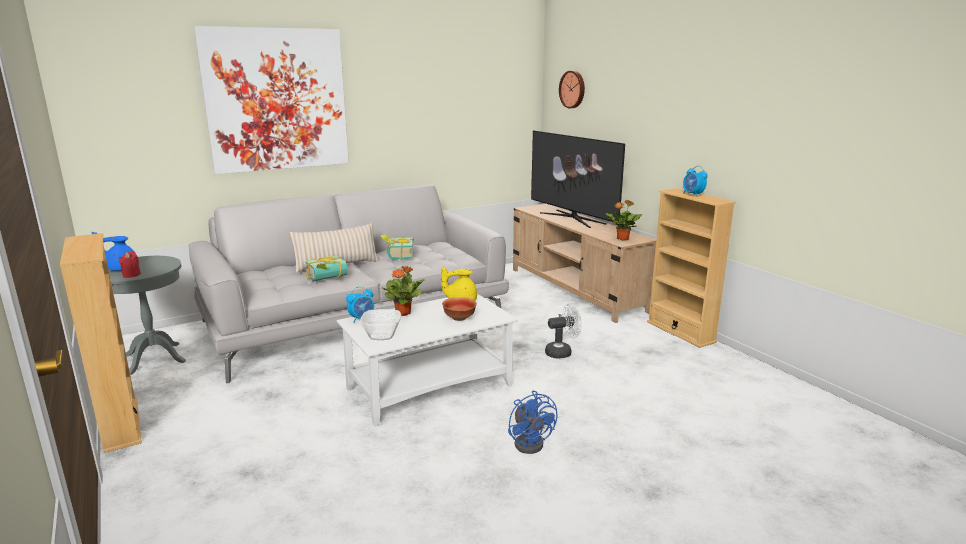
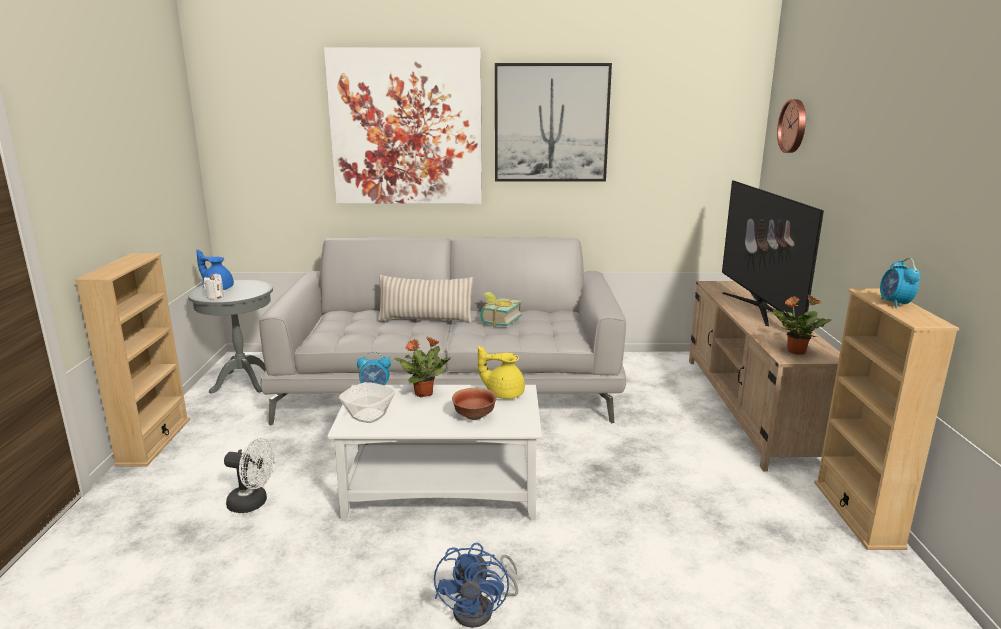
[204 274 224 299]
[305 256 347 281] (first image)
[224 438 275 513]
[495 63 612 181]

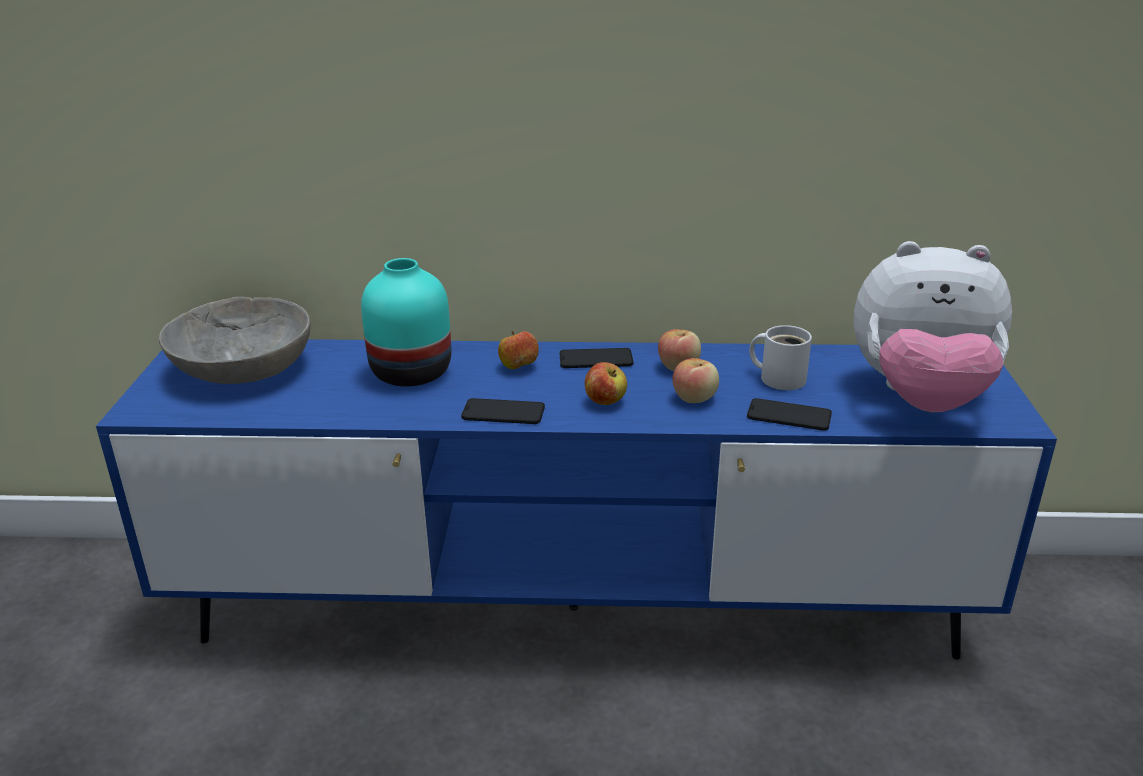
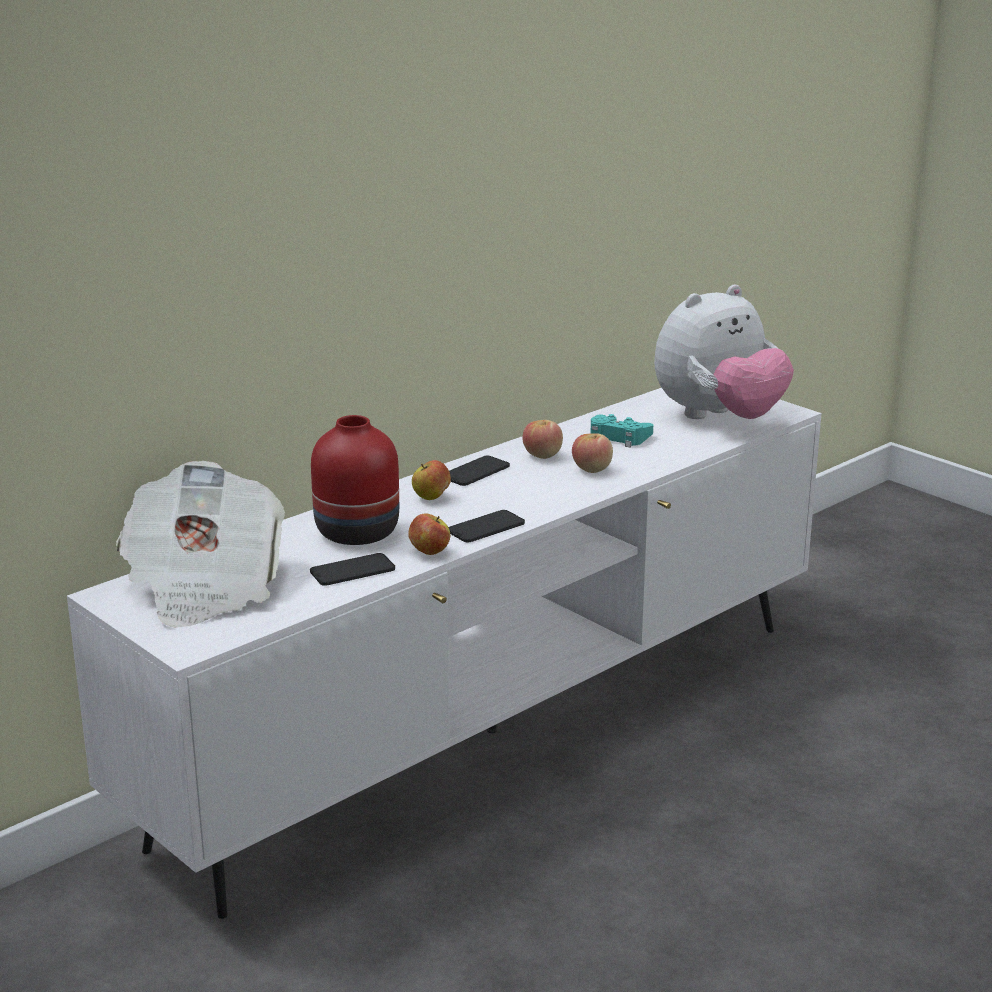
[67 388 821 919]
[116 461 285 628]
[311 415 399 545]
[408 514 450 555]
[310 553 395 586]
[590 414 653 448]

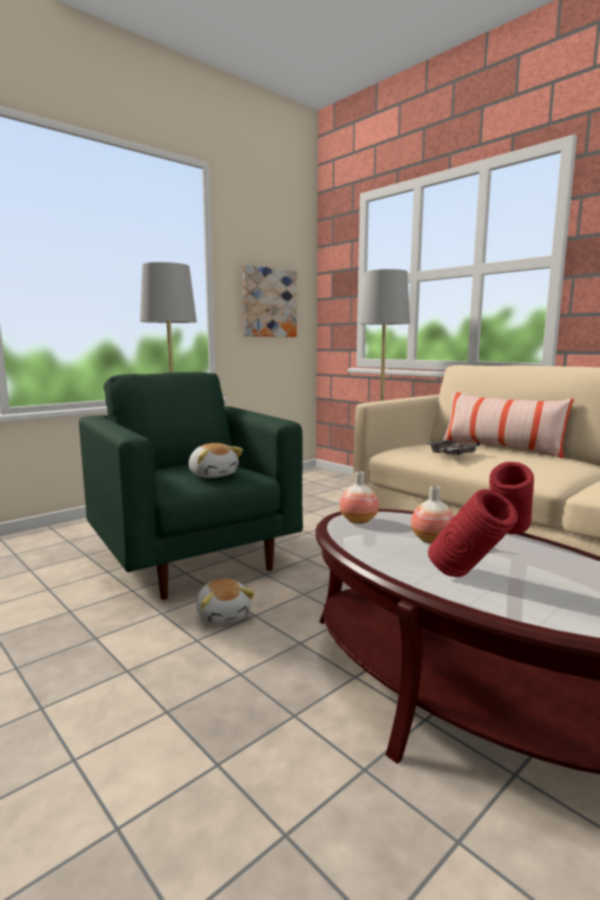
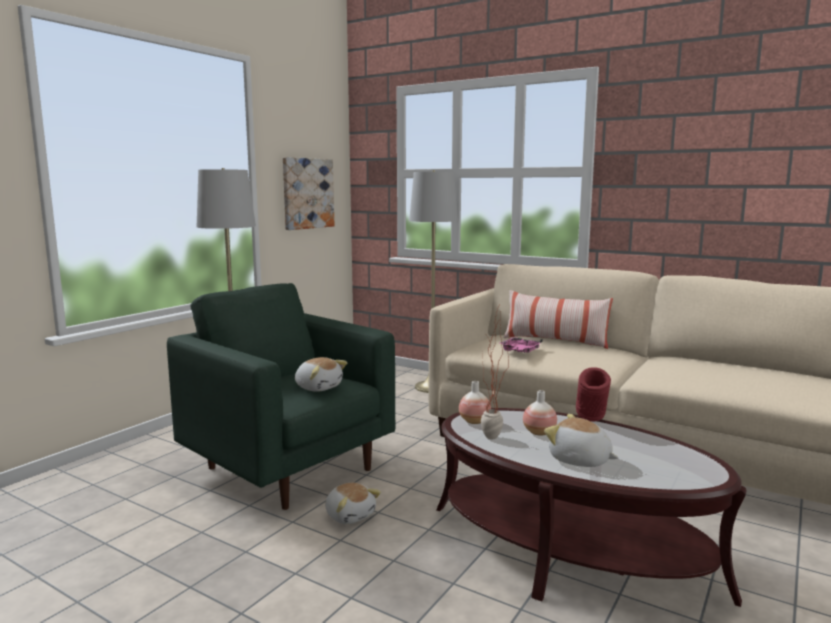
[500 337 543 353]
[544 414 618 467]
[481 309 510 440]

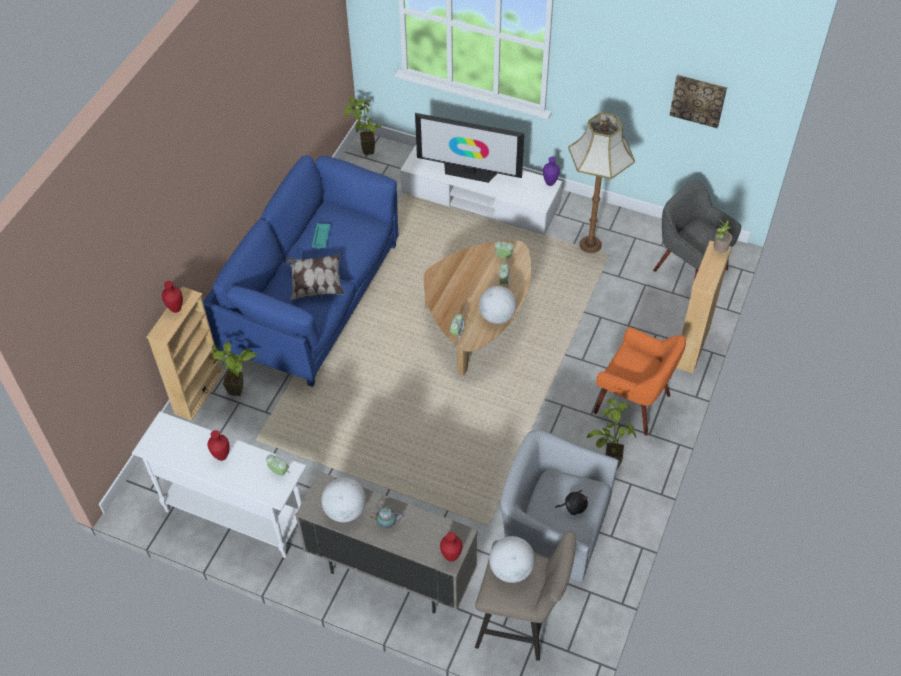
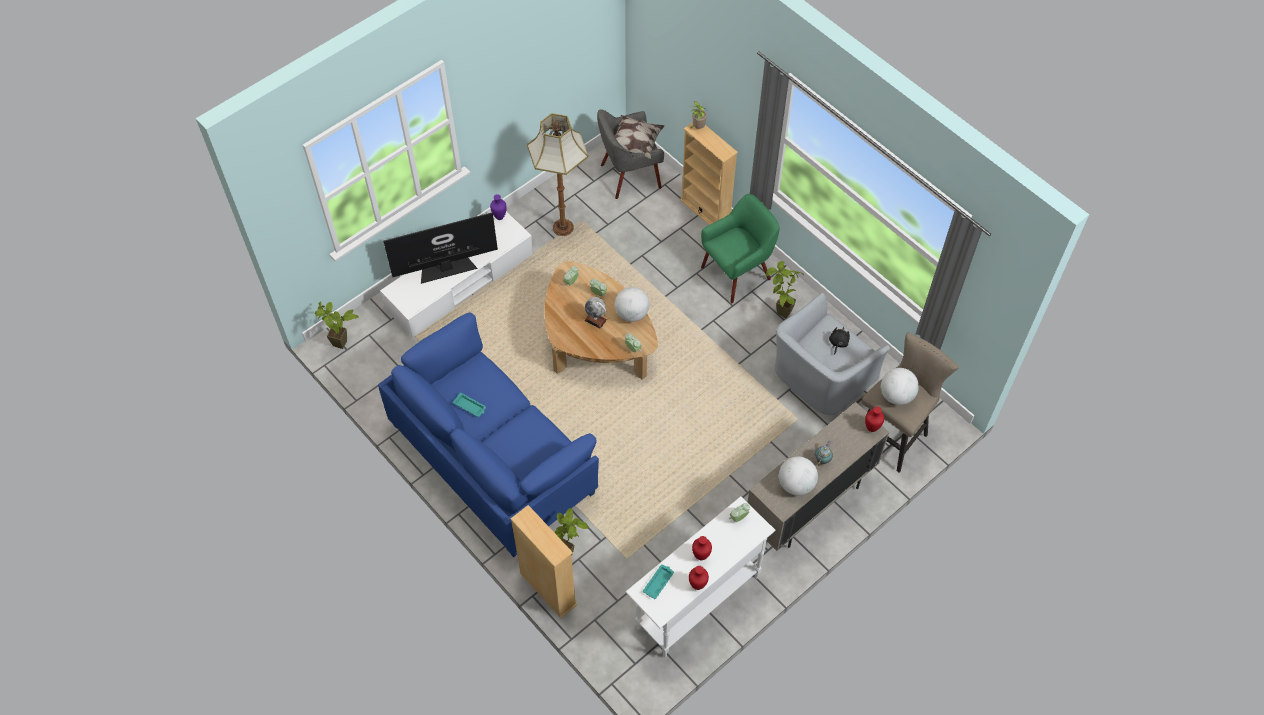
[689 566 709 590]
[605 115 665 159]
[383 212 498 284]
[701 194 779 303]
[669 75 727 128] (first image)
[584 297 607 329]
[643 564 674 599]

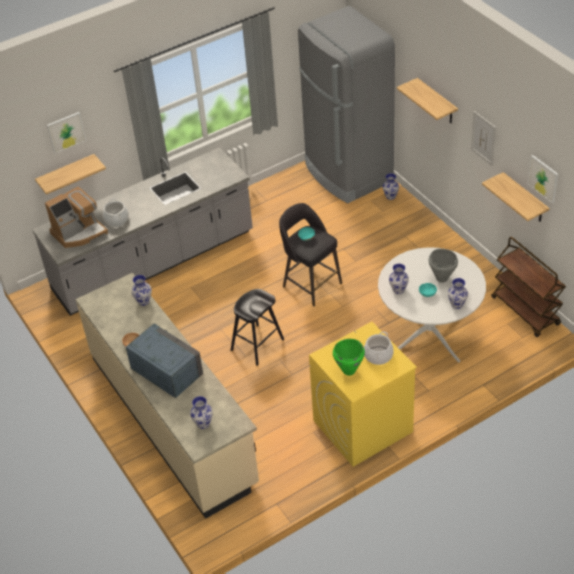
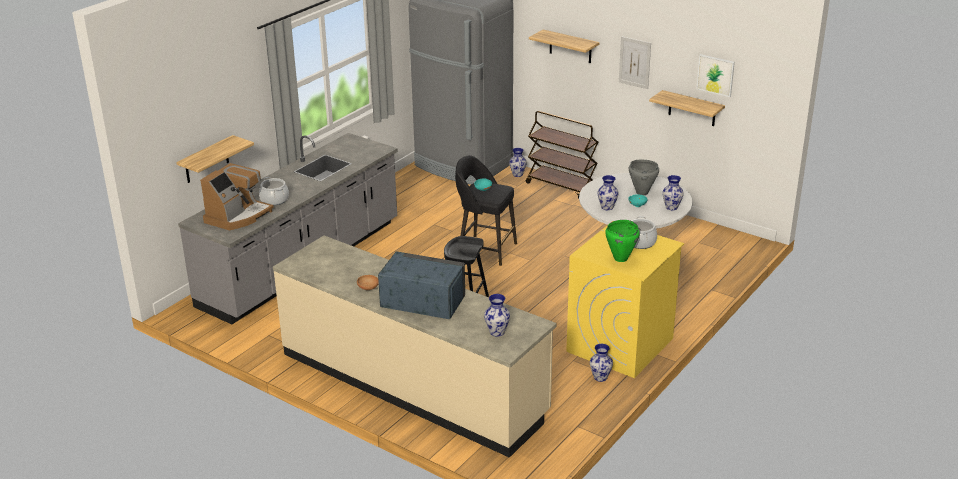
[47 112 86 154] (first image)
[590 344 613 382]
[526 111 598 199]

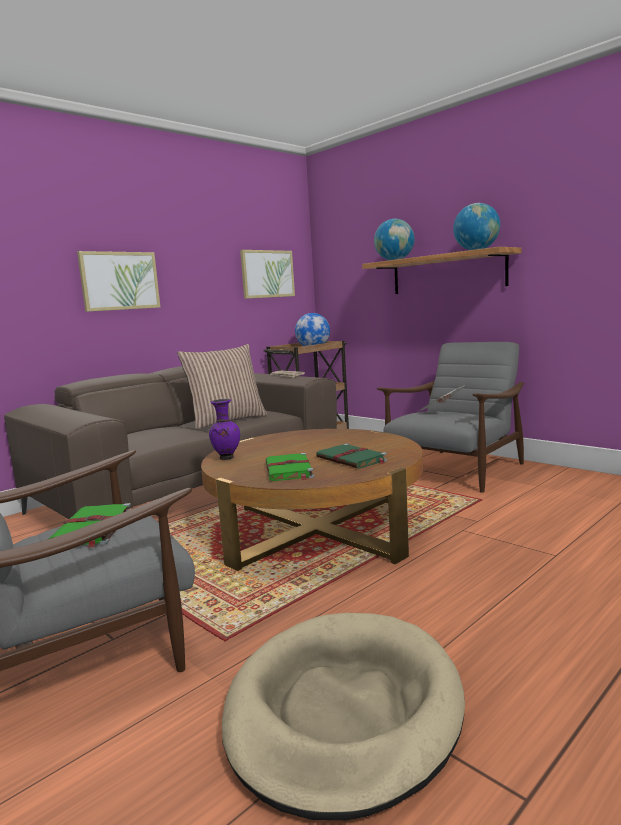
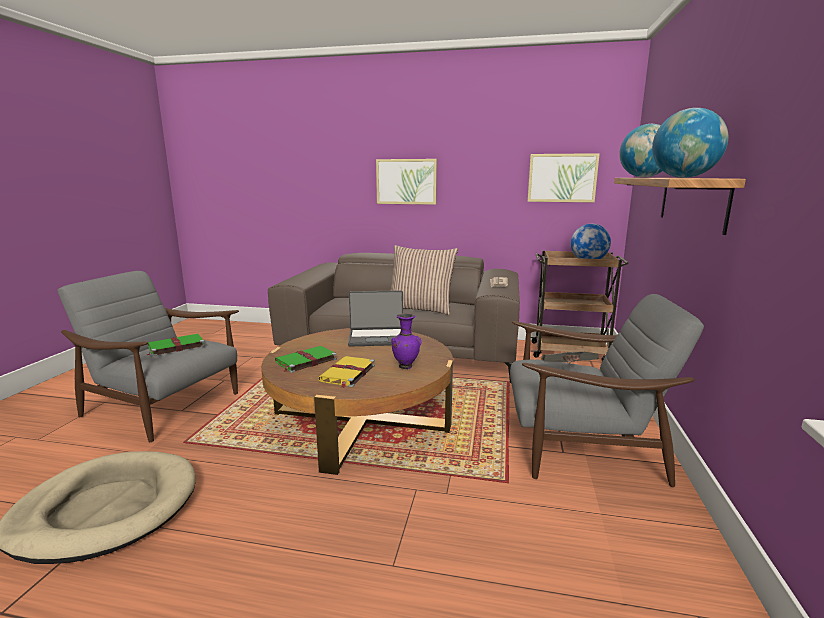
[391 313 421 369]
[318 356 375 388]
[348 290 403 347]

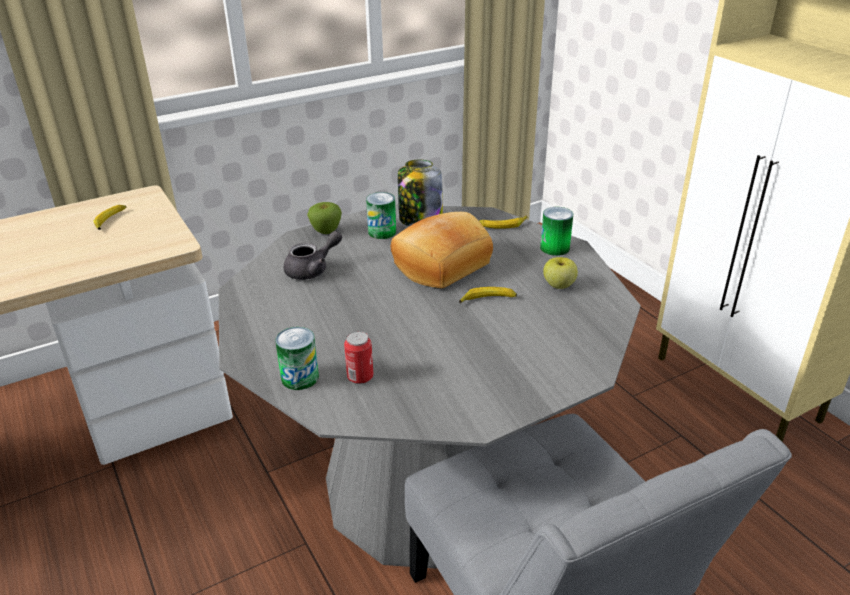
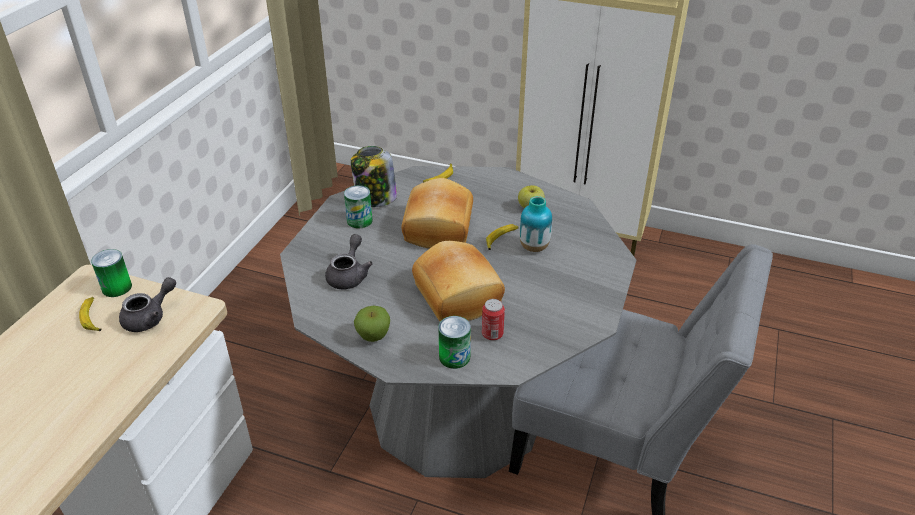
[354 305 390 342]
[91 249 132 297]
[119 277 176 332]
[412 241 505 322]
[520 196 552 252]

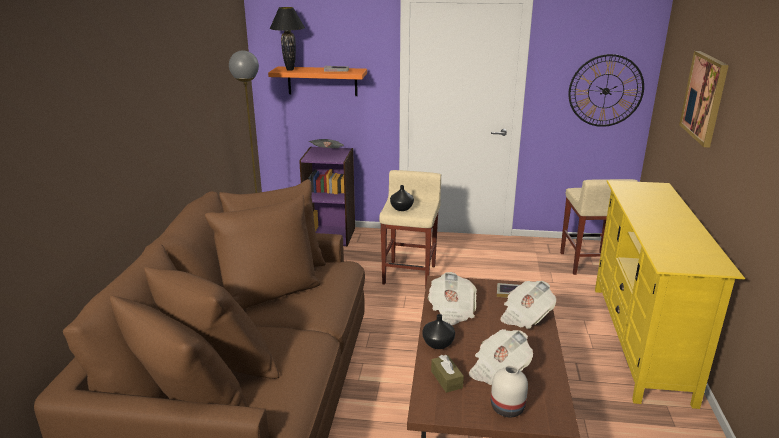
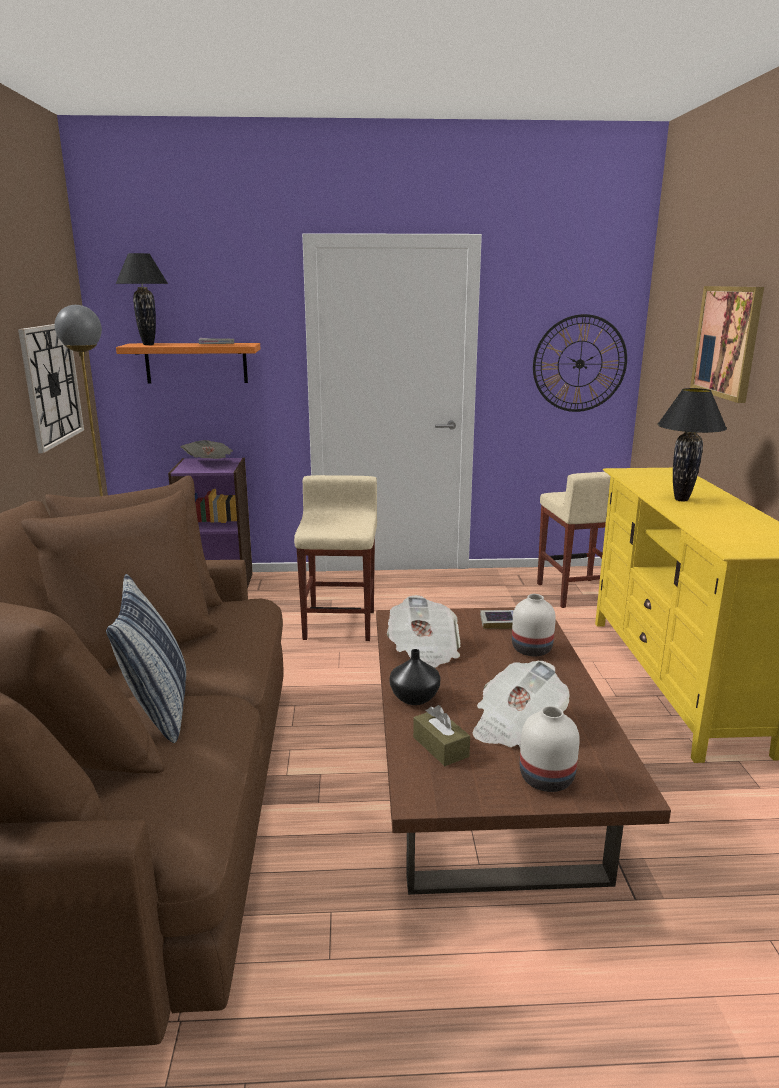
[390 185 414 211] (first image)
[512 594 556 656]
[18 324 84 453]
[106 574 186 743]
[657 388 727 502]

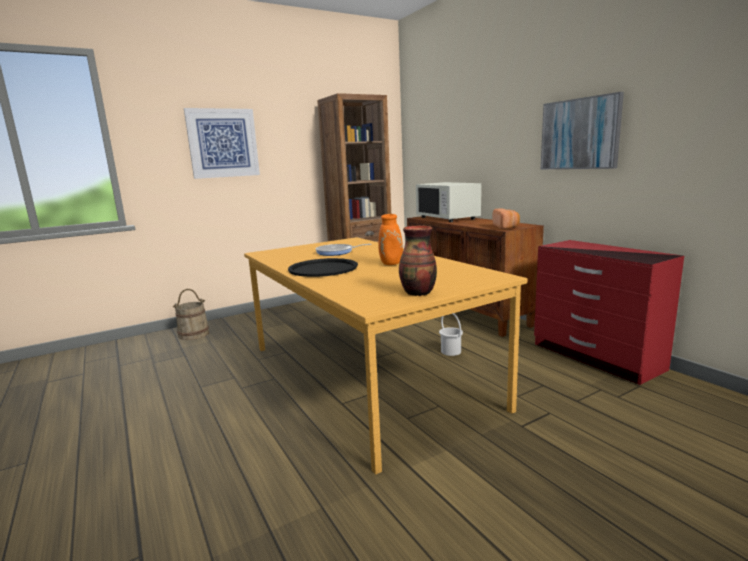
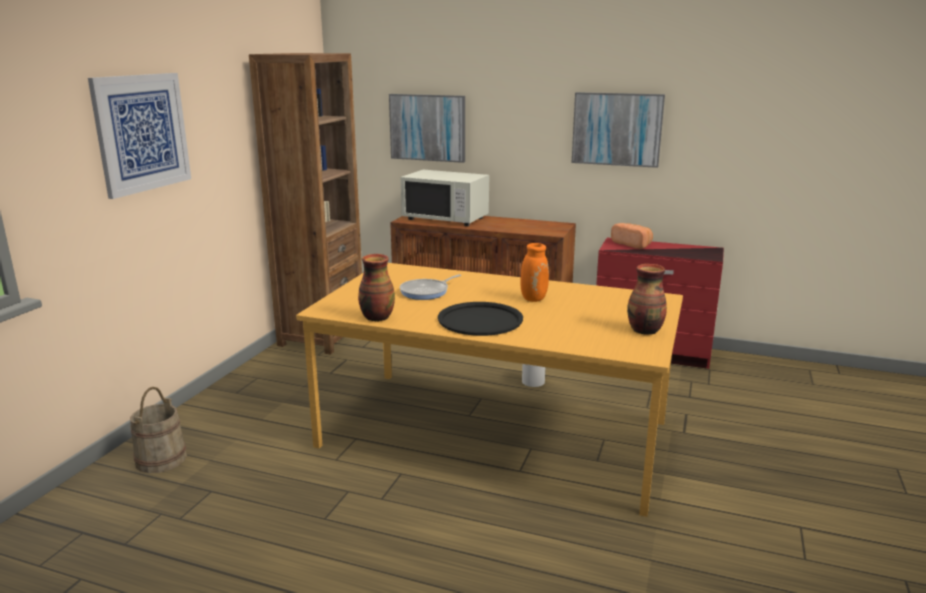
[611 223 653 249]
[358 254 395 322]
[389 94 465 163]

